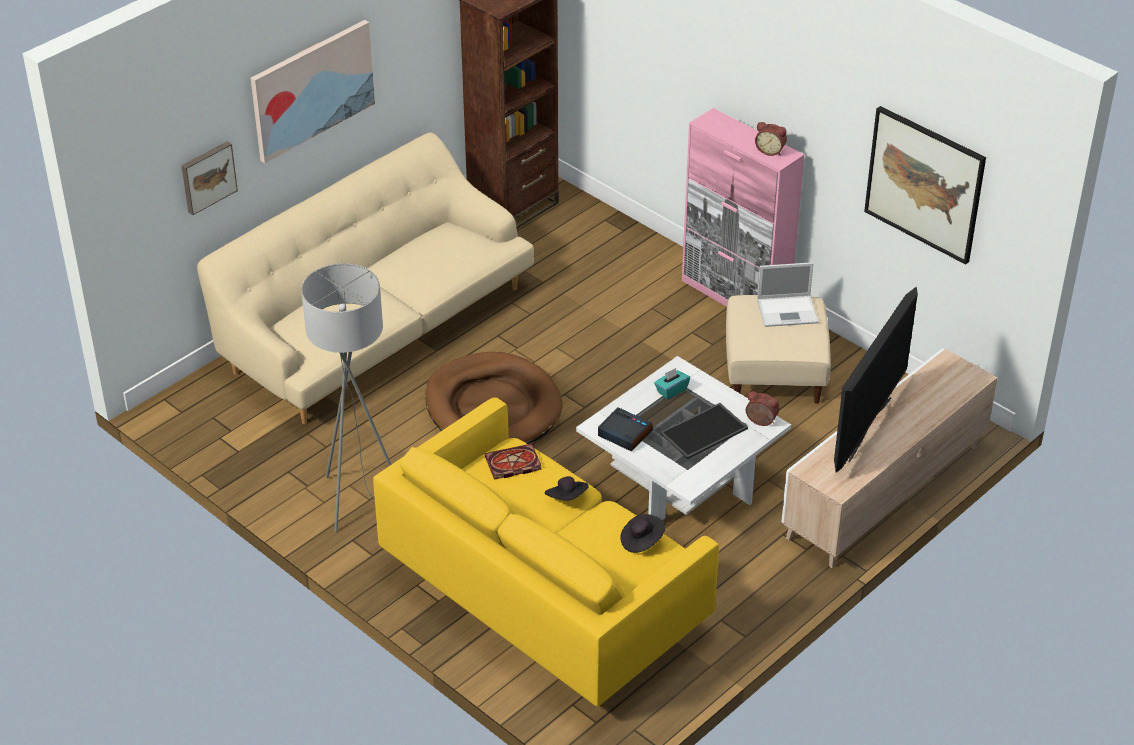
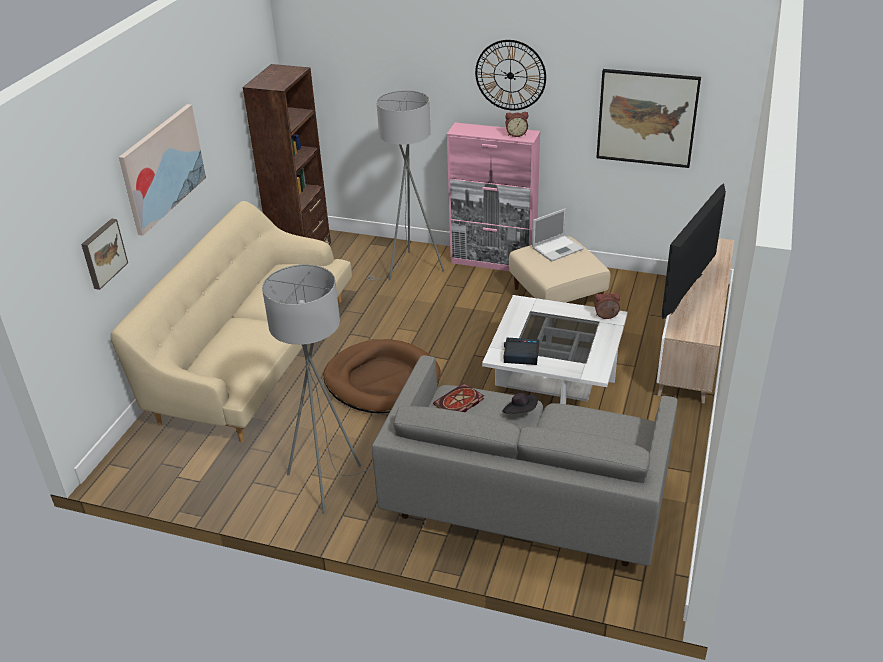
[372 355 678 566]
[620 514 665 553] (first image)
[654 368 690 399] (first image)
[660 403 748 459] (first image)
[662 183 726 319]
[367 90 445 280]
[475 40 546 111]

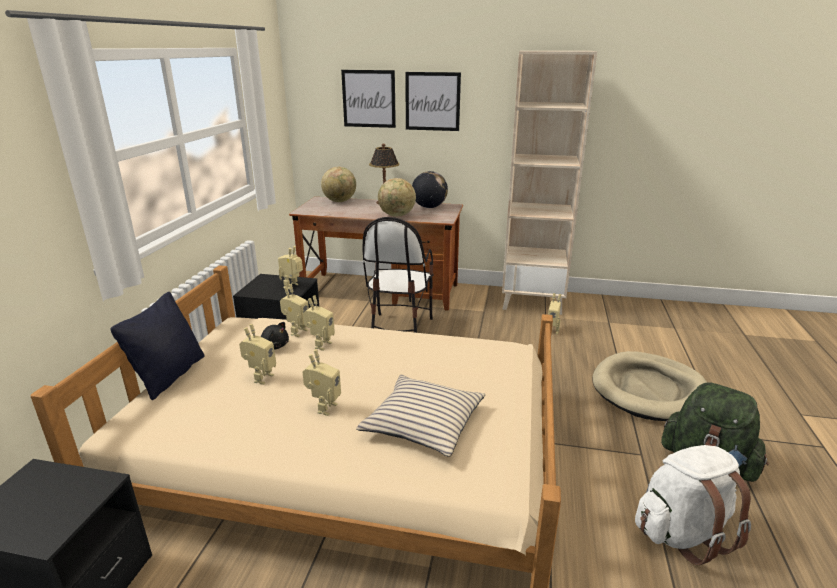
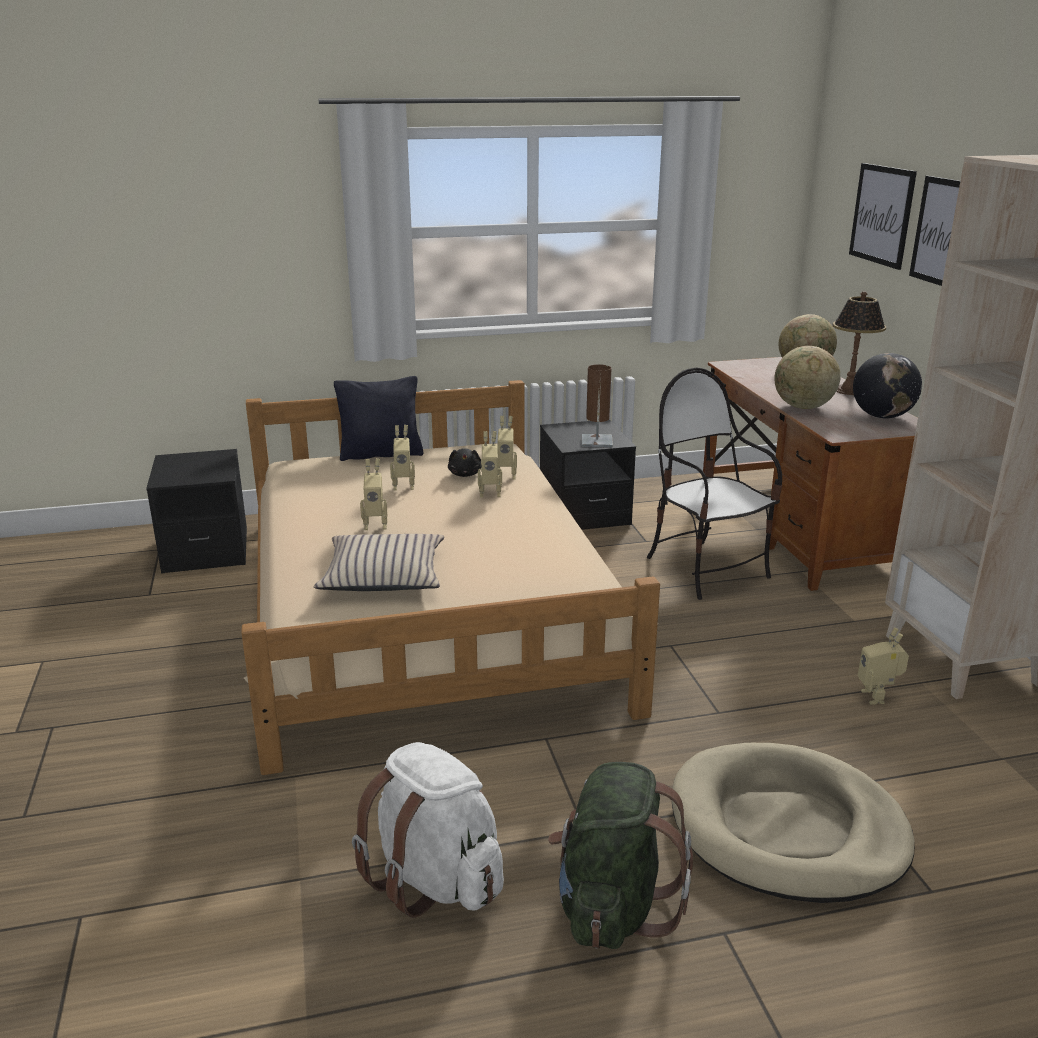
[582 364 613 447]
[647 368 782 600]

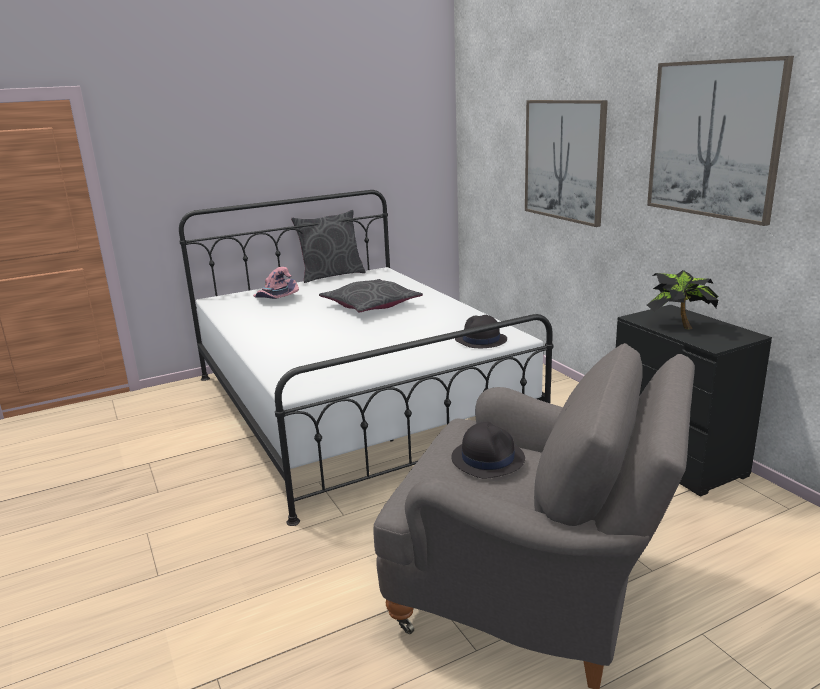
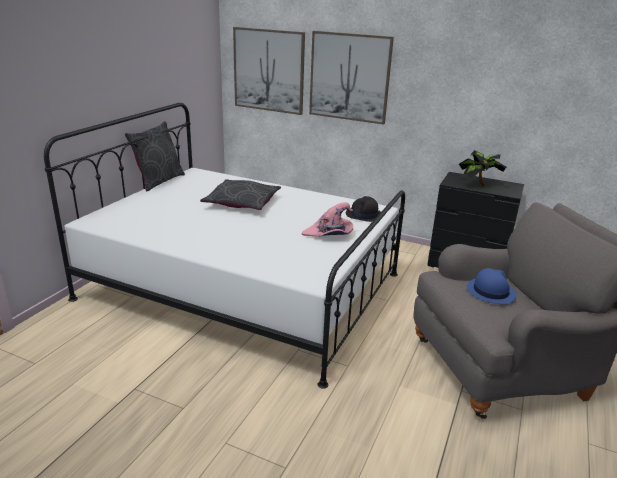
[302 202 353 237]
[466 268 517 305]
[233 27 305 115]

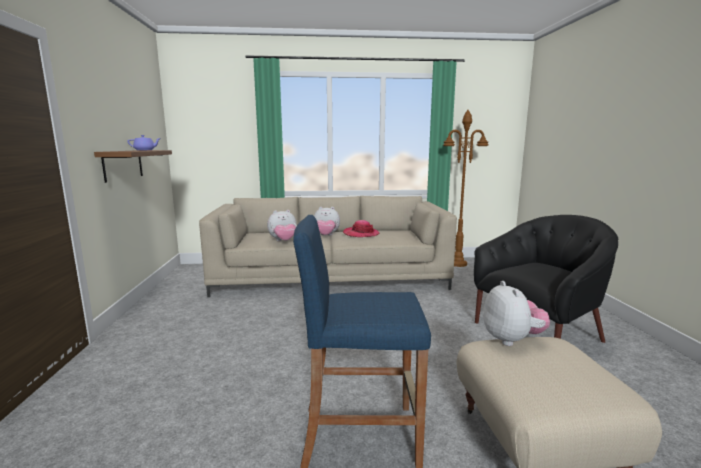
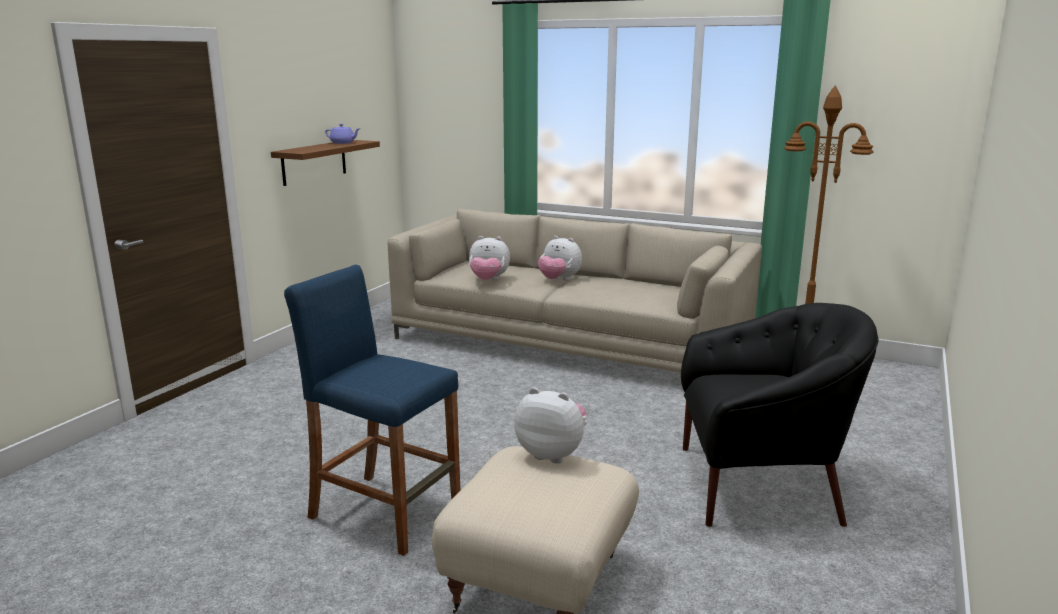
[343 220 379 237] (first image)
[514 387 587 464]

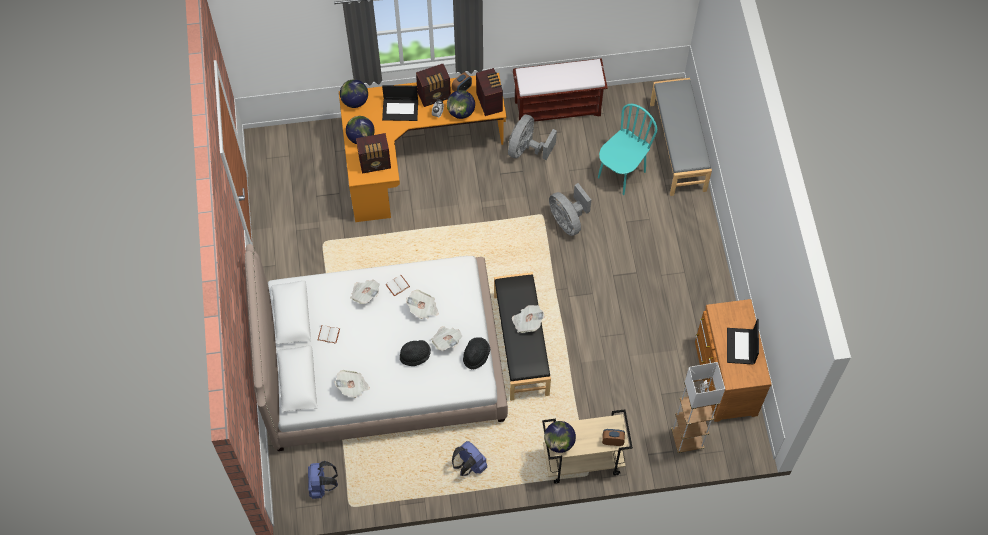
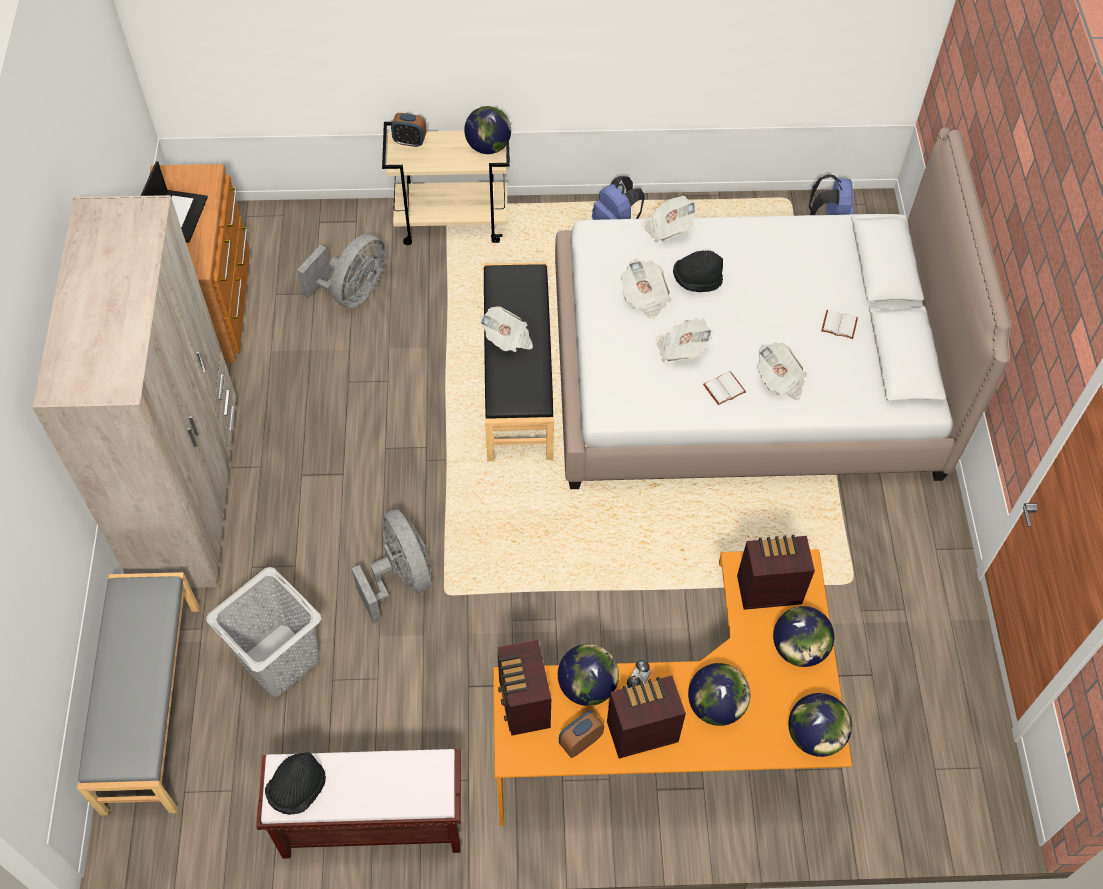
[642 196 698 242]
[688 663 750 726]
[265 752 326 815]
[297 234 386 308]
[206 567 321 697]
[671 362 725 453] (first image)
[32 195 237 588]

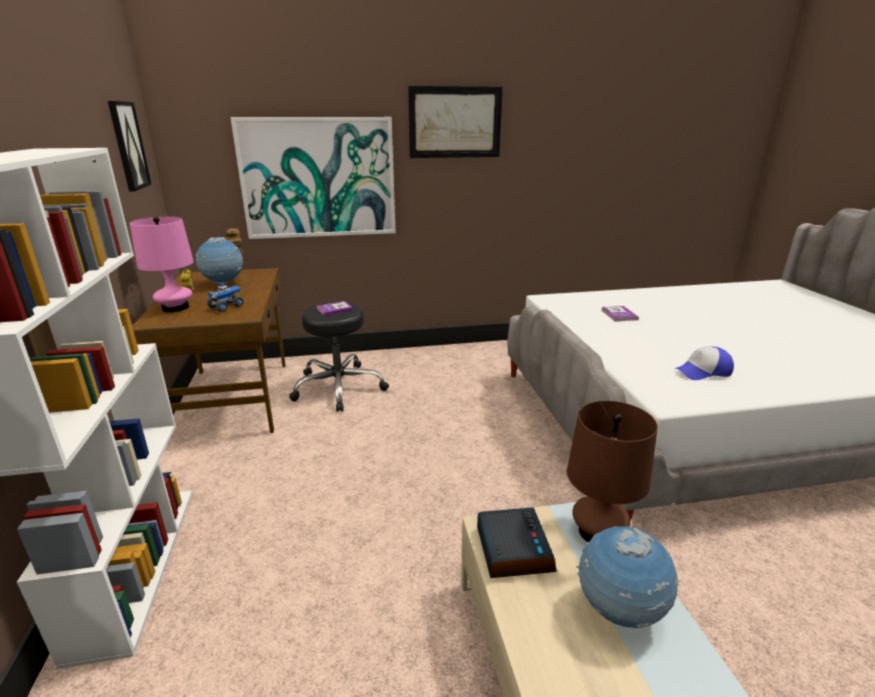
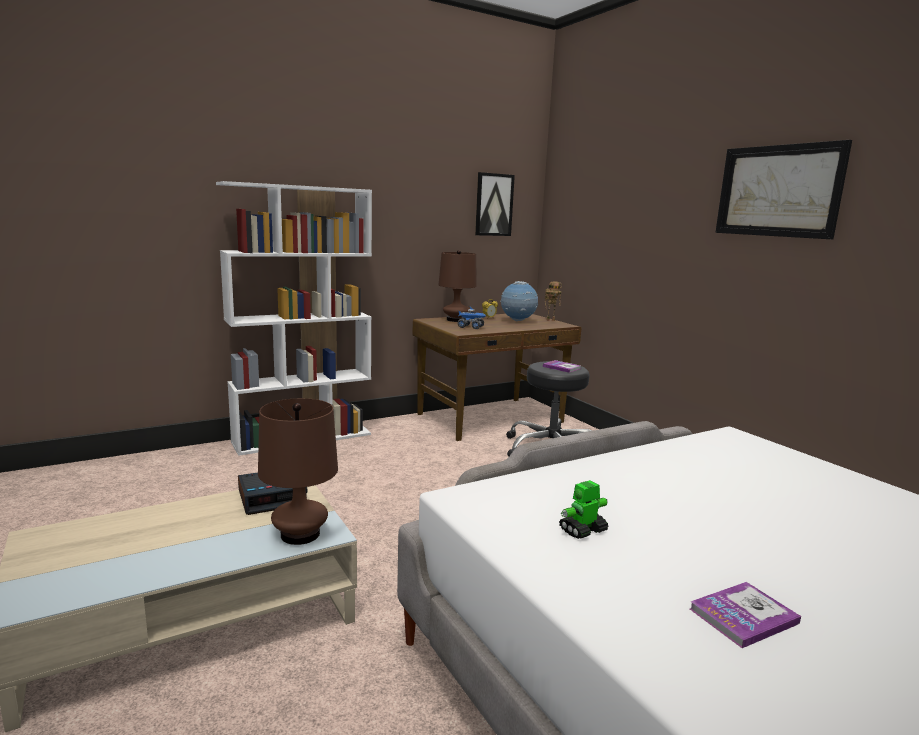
[439 250 477 322]
[230 117 396 239] (first image)
[576 526 678 628] (first image)
[690 582 801 648]
[559 480 609 539]

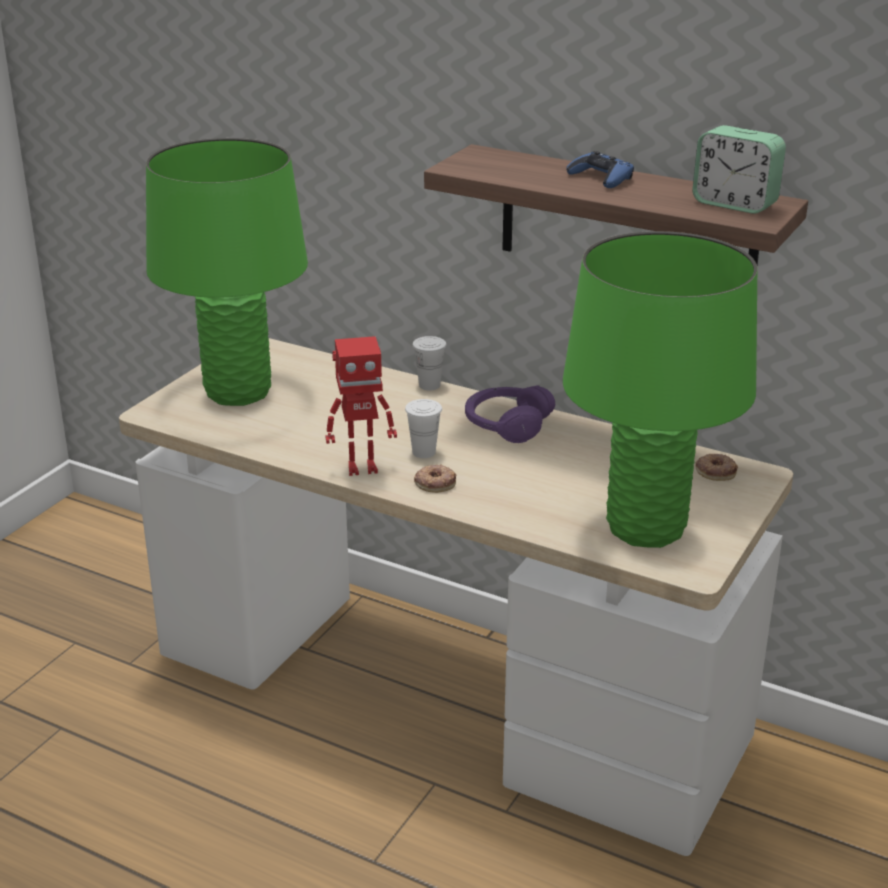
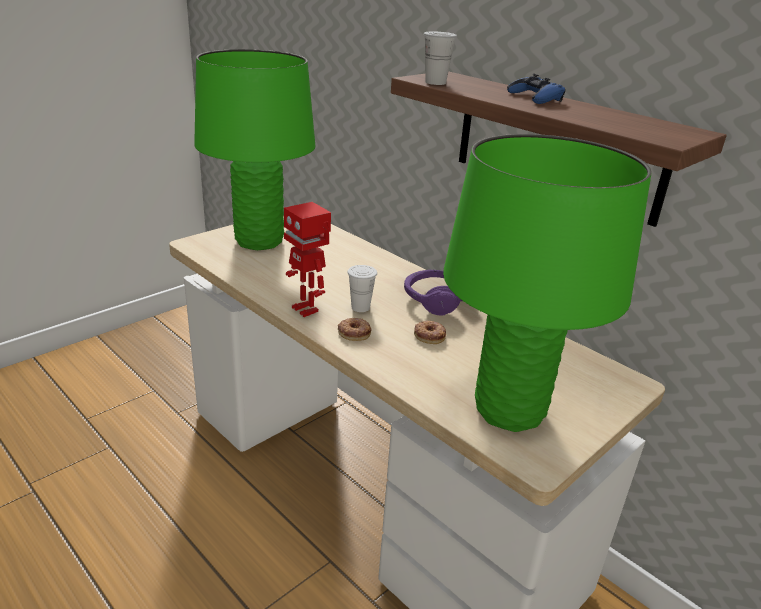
[284 202 331 317]
[424 32 457 85]
[692 125 786 214] (first image)
[414 321 446 344]

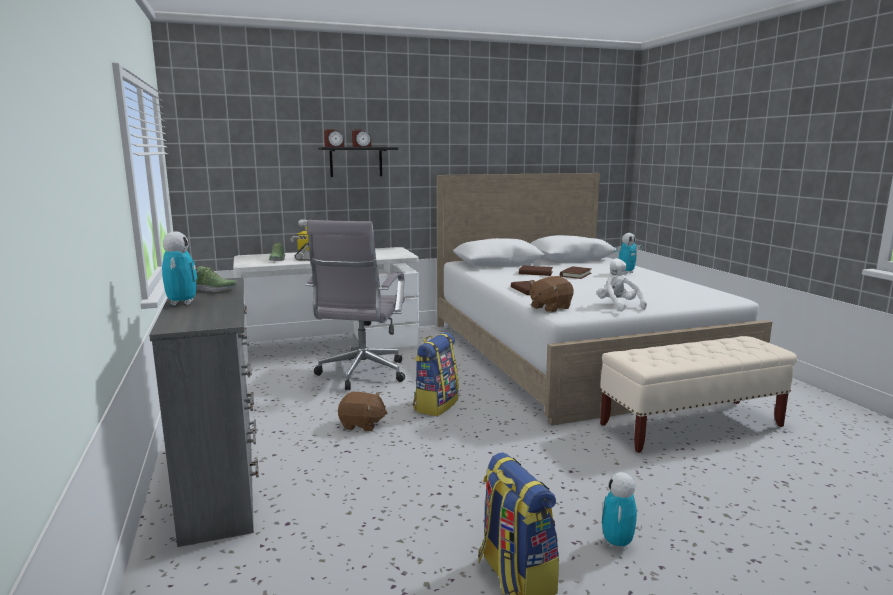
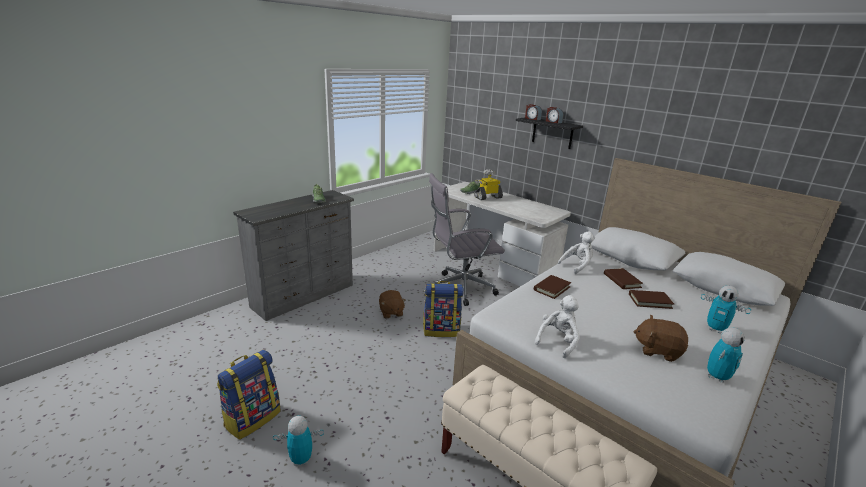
[707 327 745 383]
[633 315 688 362]
[558 232 595 274]

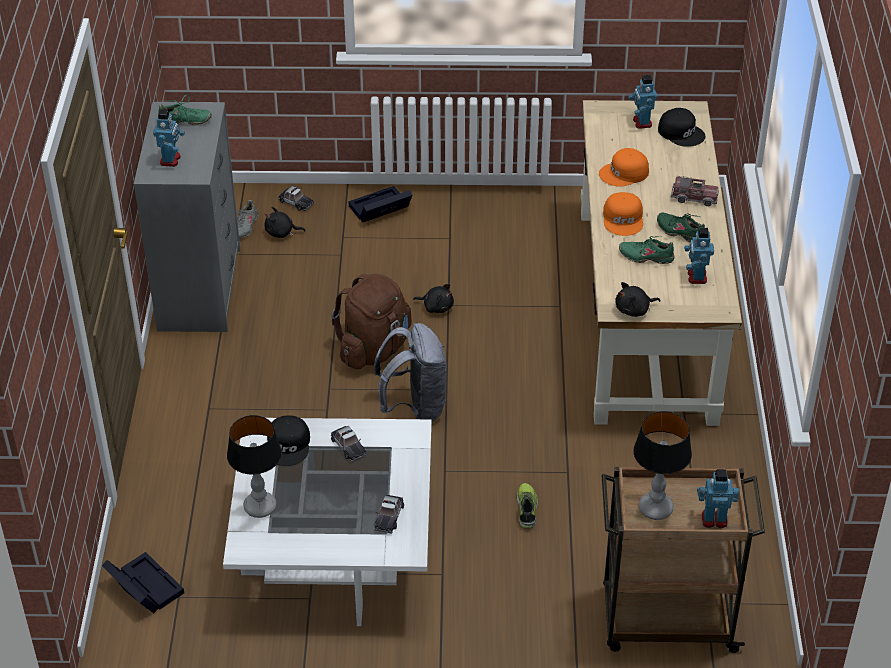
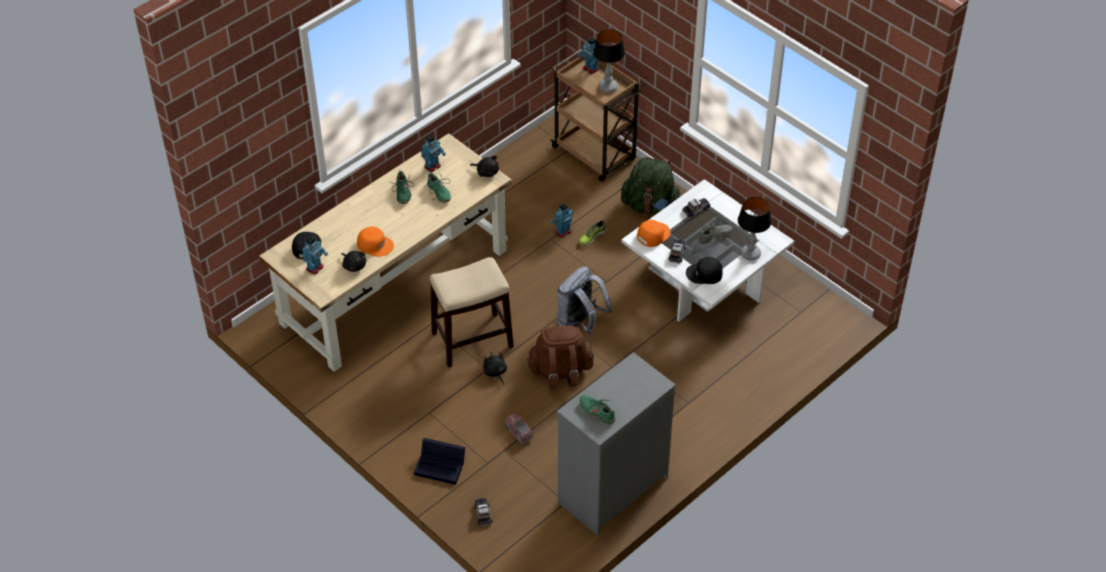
[102 552 184 613] (first image)
[550 203 573 238]
[697 218 733 244]
[341 251 366 272]
[686 257 723 284]
[637 220 671 247]
[504 414 535 444]
[429 257 514 368]
[621 157 681 215]

